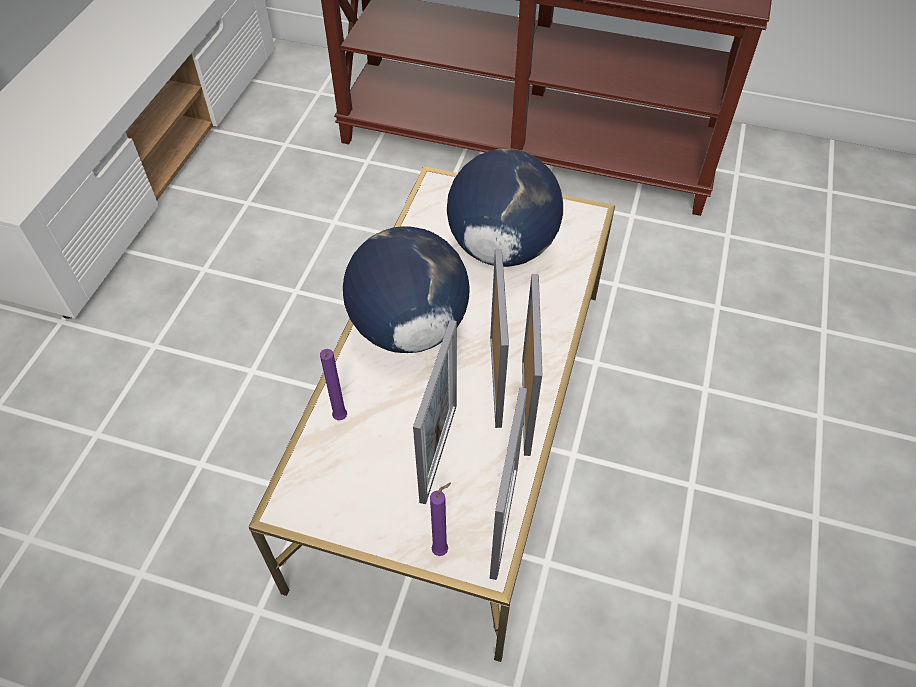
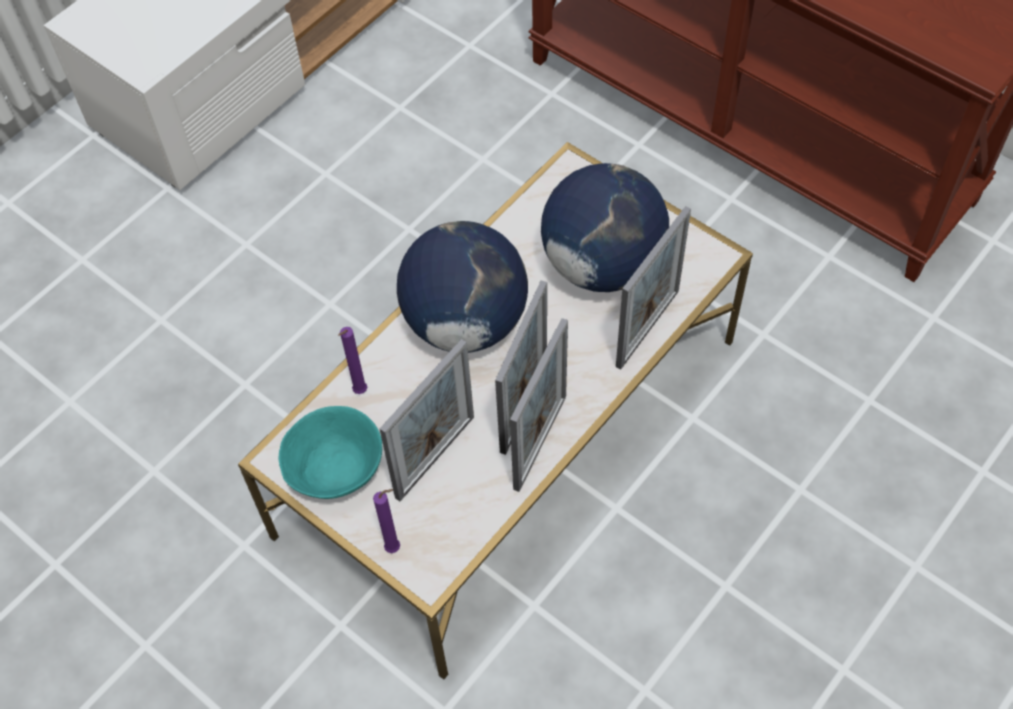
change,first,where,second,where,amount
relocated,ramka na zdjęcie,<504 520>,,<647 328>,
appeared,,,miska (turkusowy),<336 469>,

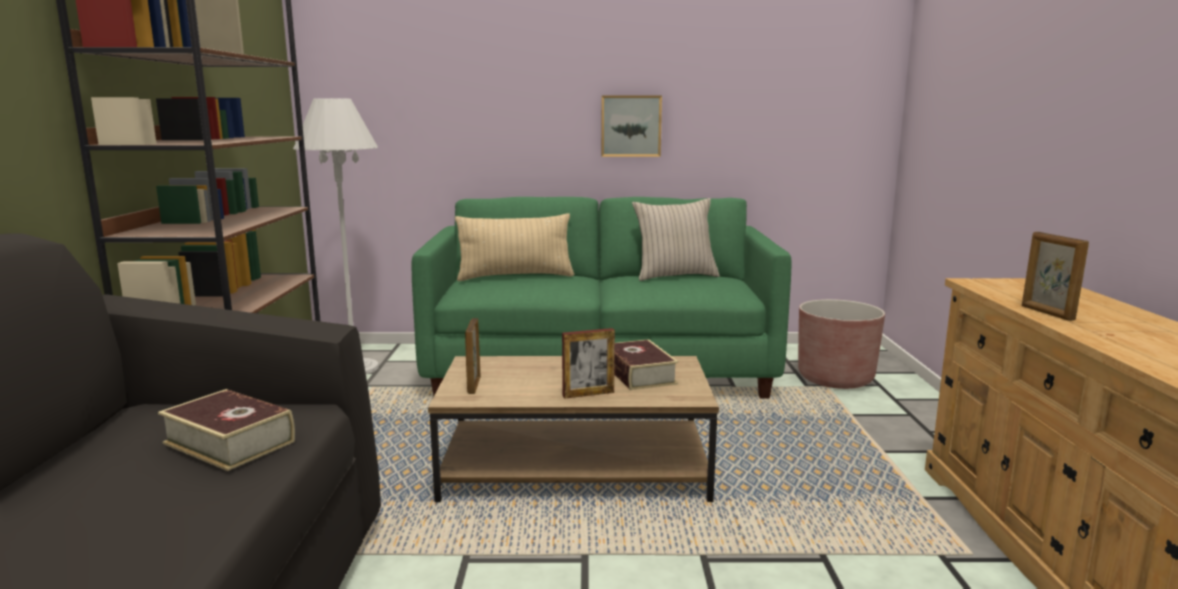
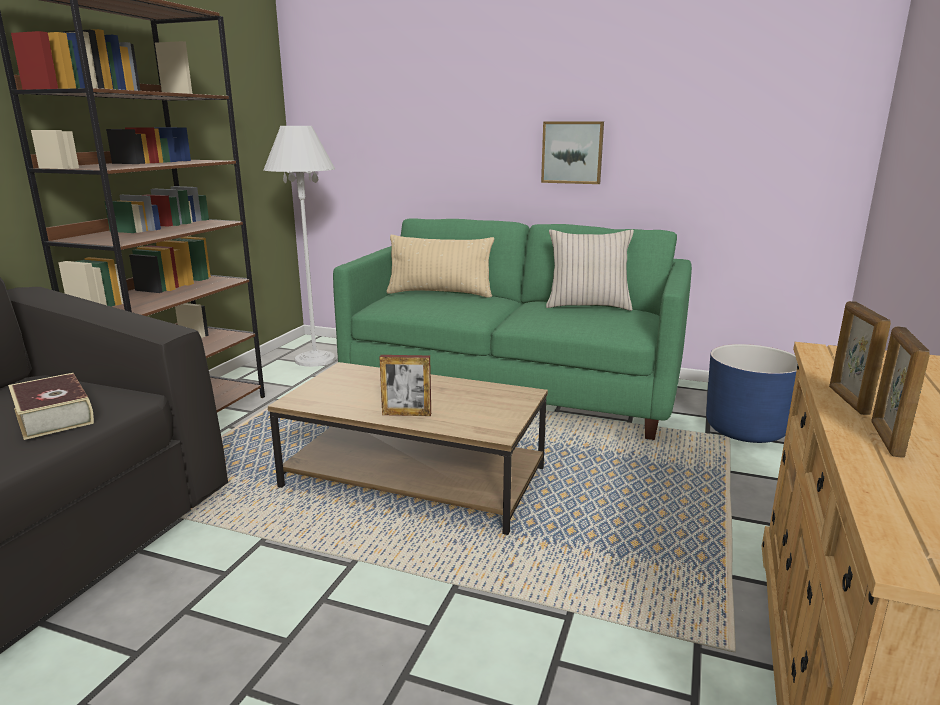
change,first,where,second,where,amount
colour,donica (brązowy),<835 378>,donica (niebieski),<745 429>,
relocated,ramka na zdjęcie,<474 385>,,<886 439>,
missing,książka,<639 374>,,,

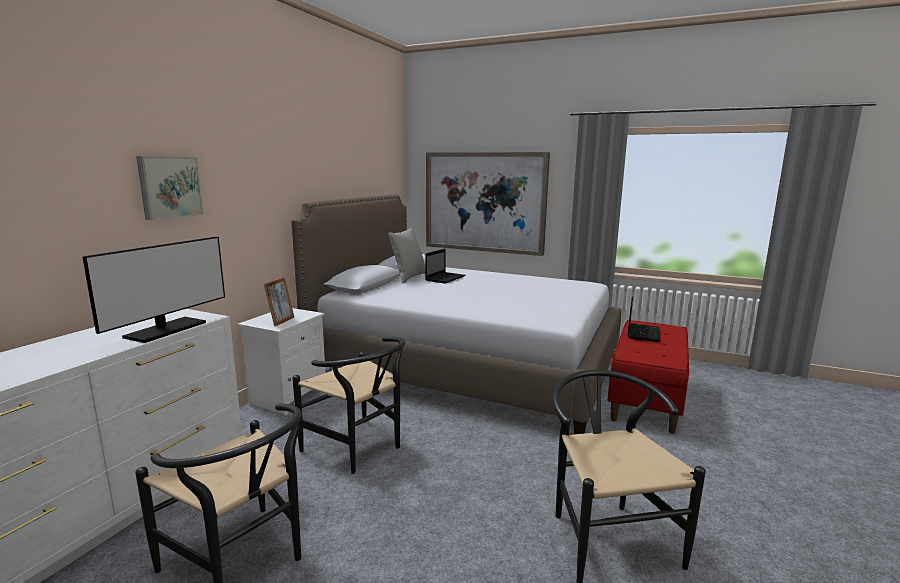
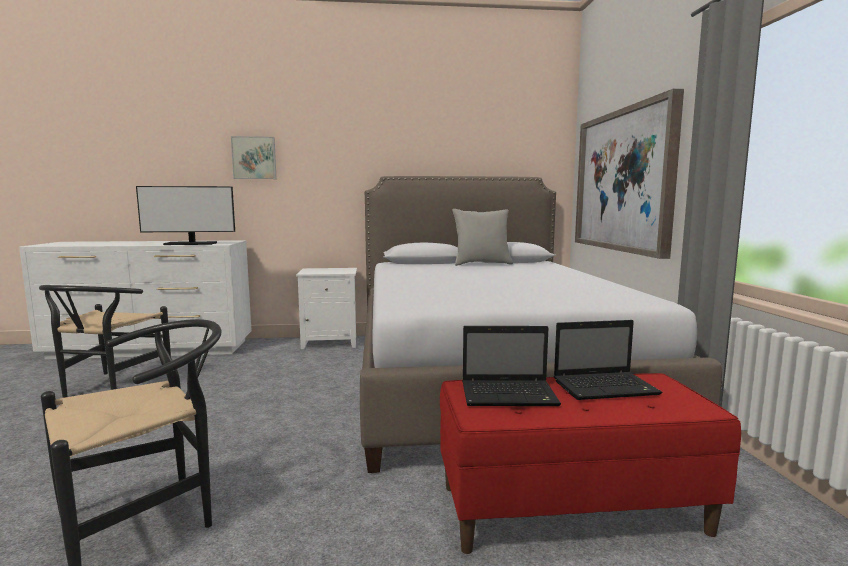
change,first,where,second,where,amount
relocated,laptop,<445 278>,,<510 395>,
missing,ramka na zdjęcie,<281 321>,,,
missing,krzesło (czarny),<359 449>,,,

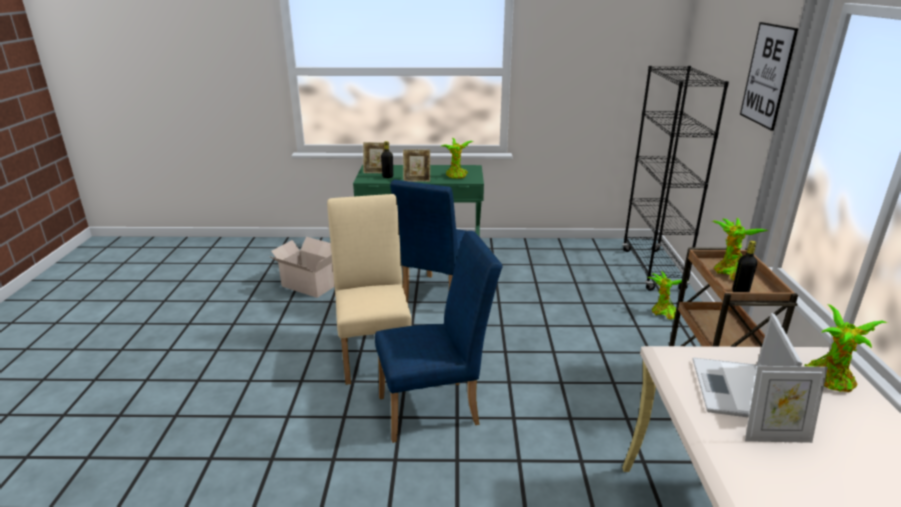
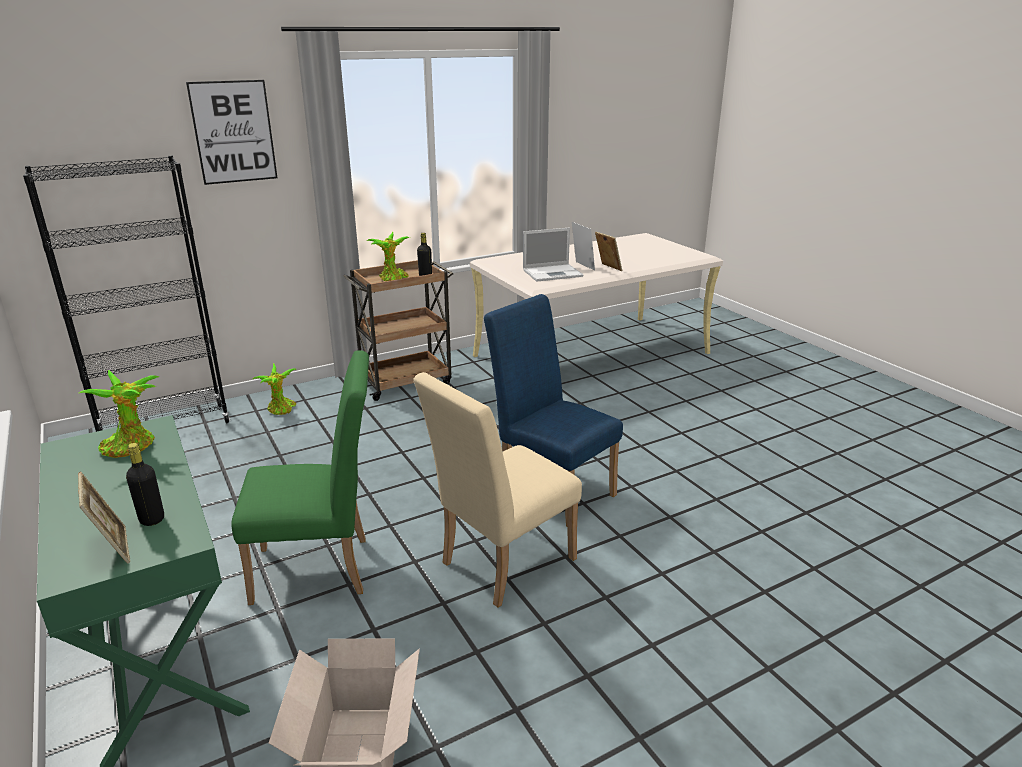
change,first,where,second,where,amount
relocated,ramka na zdjęcie,<417 180>,,<607 268>,
colour,krzesło (niebieski),<436 296>,krzesło (zielony),<321 569>,
missing,roślina doniczkowa,<830 380>,,,

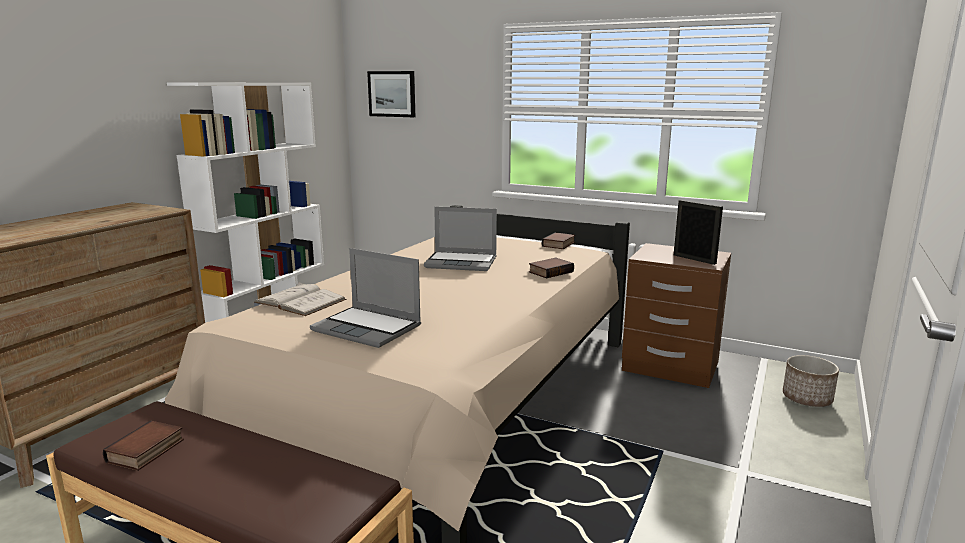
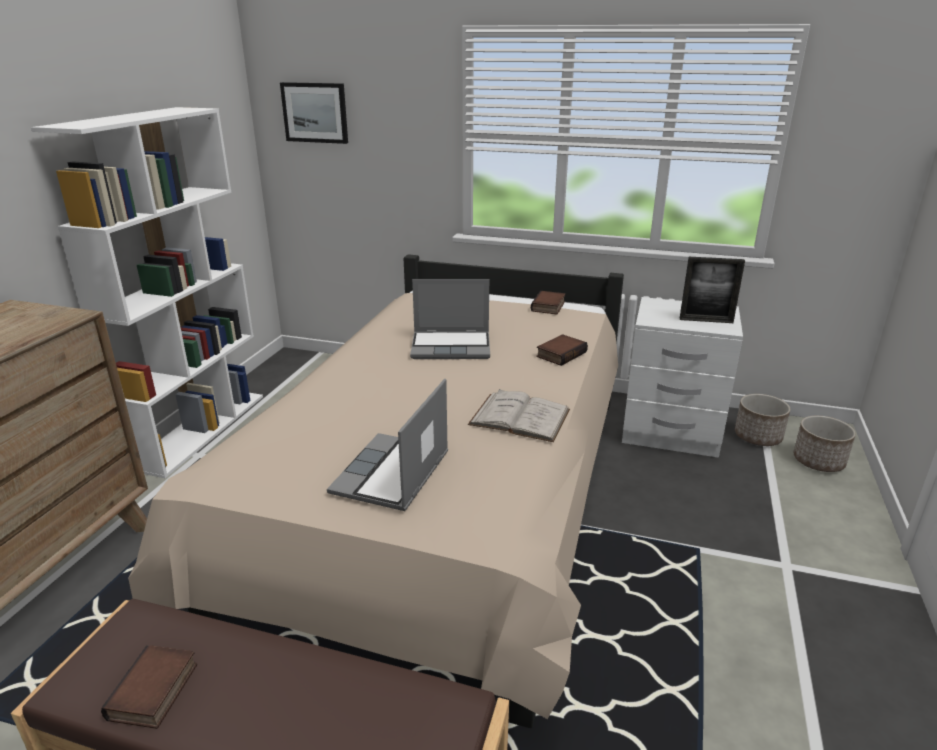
change,first,where,second,where,amount
spun,ramka na zdjęcie,<694 259>,,<706 320>,150 degrees clockwise
colour,szafka nocna (brązowy),<670 367>,szafka nocna (biały),<670 433>,
spun,laptop,<368 328>,,<392 475>,90 degrees clockwise
relocated,książka (biały),<300 301>,,<519 417>,
appeared,,,donica,<758 437>,

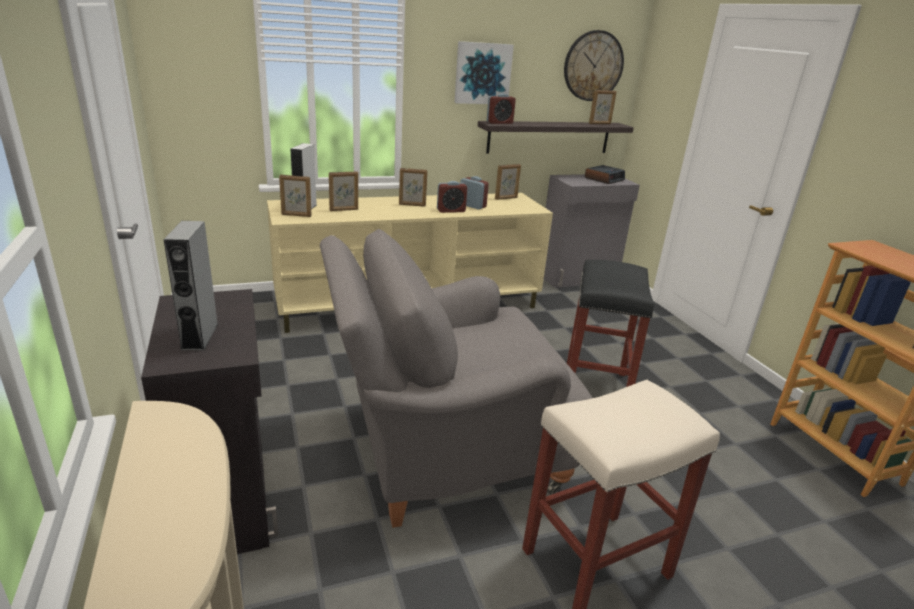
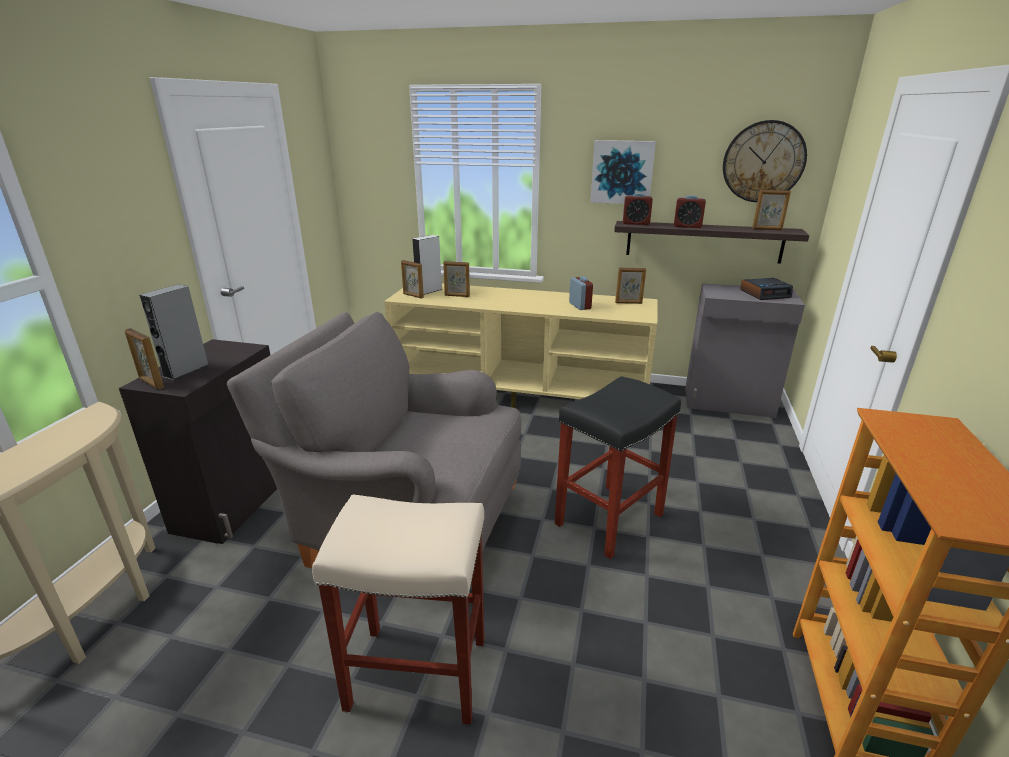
change,first,where,second,where,amount
relocated,ramka na zdjęcie,<412 205>,,<151 383>,
relocated,budzik,<451 210>,,<687 226>,

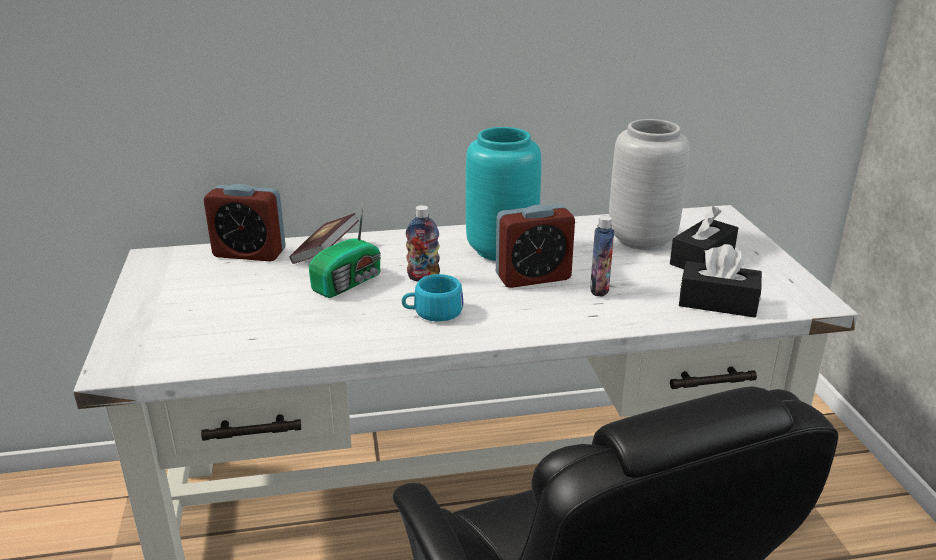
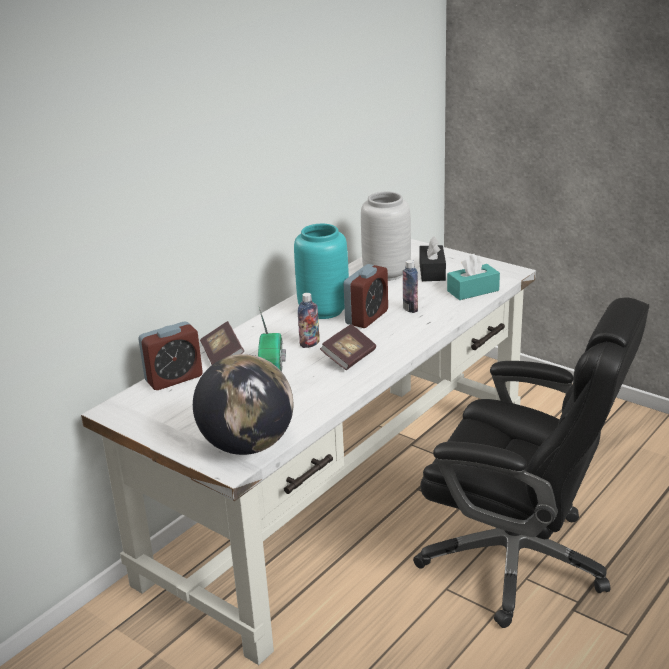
change,first,where,second,where,amount
colour,pudełko chusteczek (czarny),<717 302>,pudełko chusteczek (turkusowy),<473 291>,
exchanged,filiżanka (turkusowy),<432 312>,książka,<349 358>,
appeared,,,globus,<247 445>,

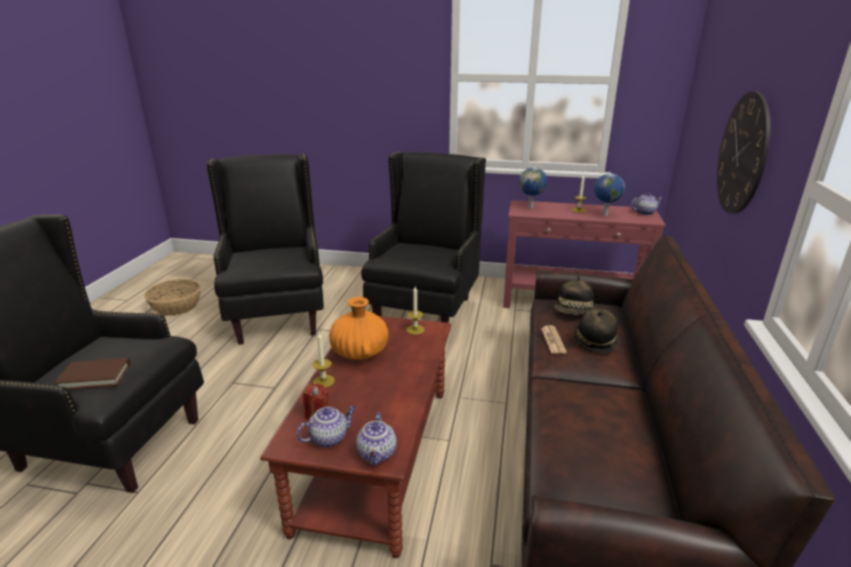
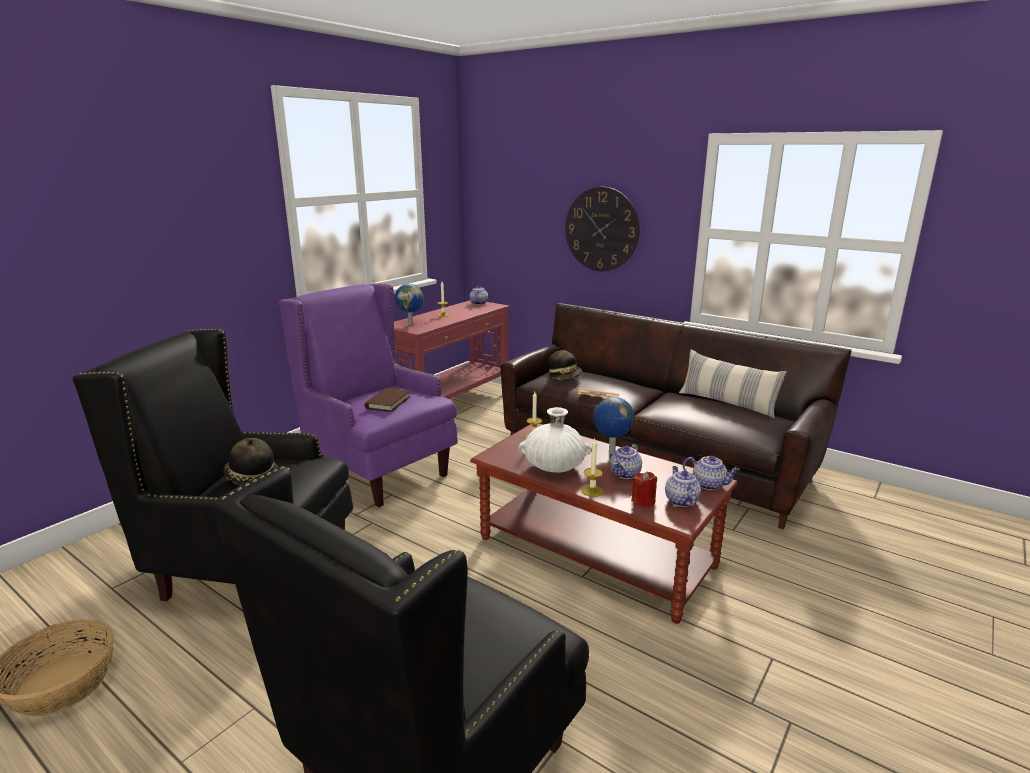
change,first,where,second,where,amount
colour,fotel (czarny),<424 312>,fotel (fioletowy),<380 472>,
relocated,globus,<604 215>,,<611 452>,
colour,wazon (pomarańczowy),<360 353>,wazon (biały),<554 467>,
relocated,kapelusz,<594 342>,,<251 476>,
relocated,książka (brązowy),<95 376>,,<388 402>,
appeared,,,poduszka,<727 403>,
appeared,,,imbryk,<625 474>,

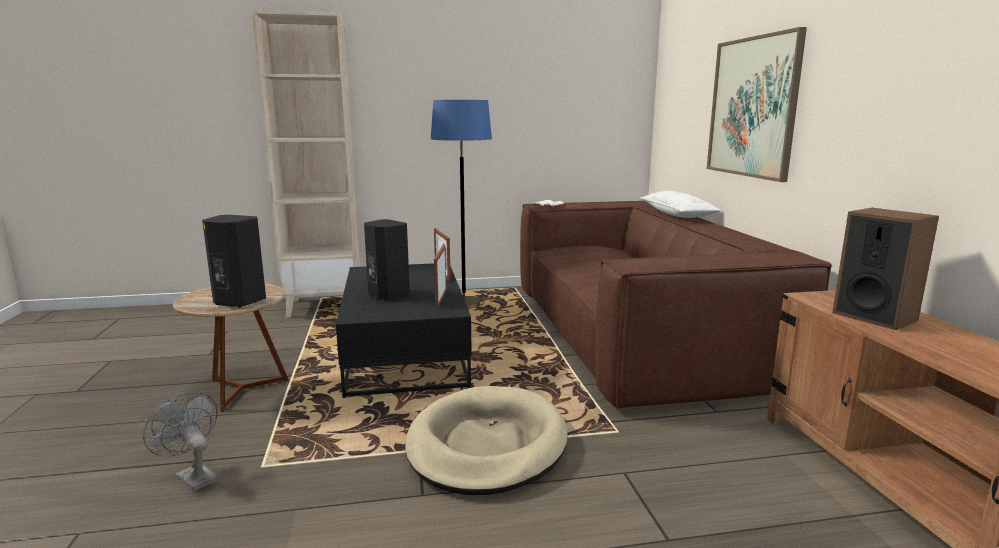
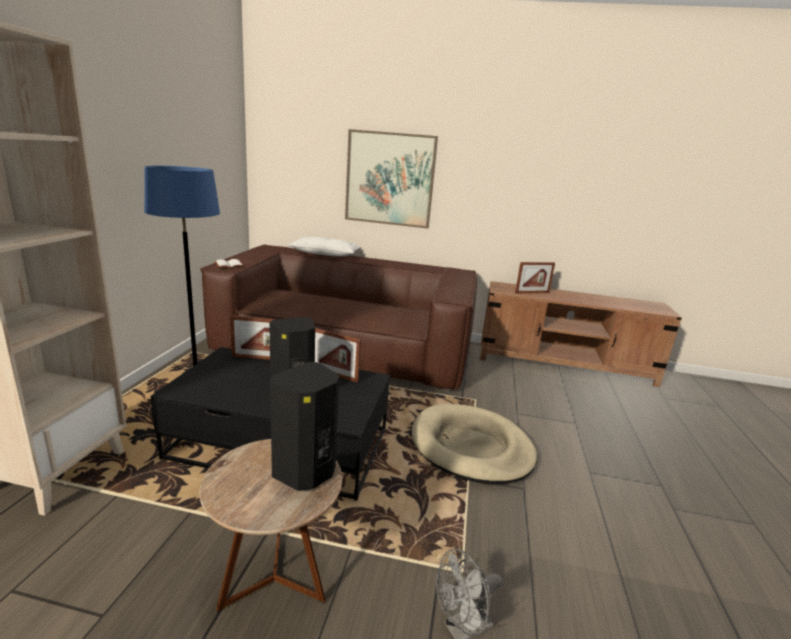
change,first,where,second,where,amount
exchanged,głośnik,<874 316>,ramka na zdjęcie,<532 292>,

